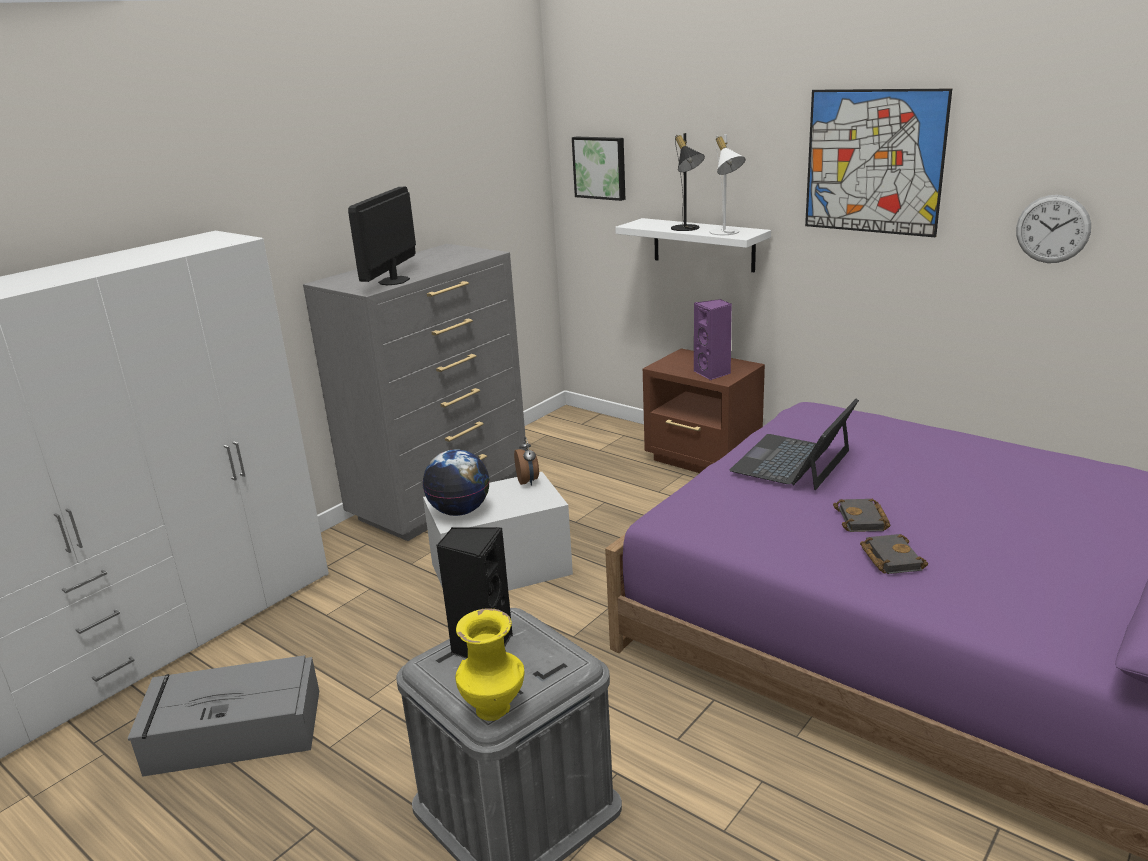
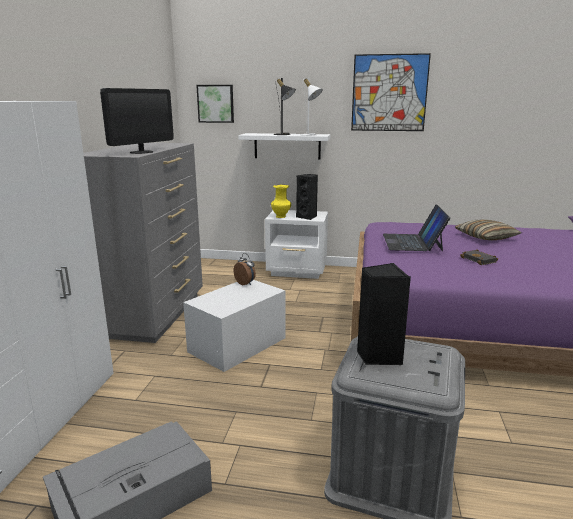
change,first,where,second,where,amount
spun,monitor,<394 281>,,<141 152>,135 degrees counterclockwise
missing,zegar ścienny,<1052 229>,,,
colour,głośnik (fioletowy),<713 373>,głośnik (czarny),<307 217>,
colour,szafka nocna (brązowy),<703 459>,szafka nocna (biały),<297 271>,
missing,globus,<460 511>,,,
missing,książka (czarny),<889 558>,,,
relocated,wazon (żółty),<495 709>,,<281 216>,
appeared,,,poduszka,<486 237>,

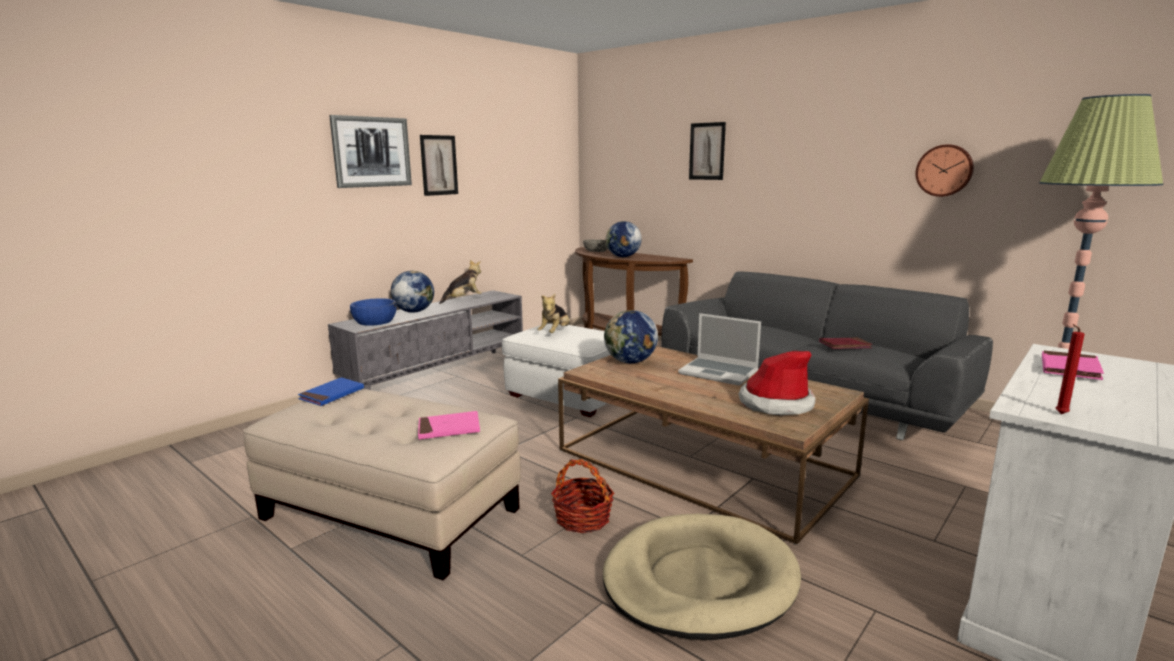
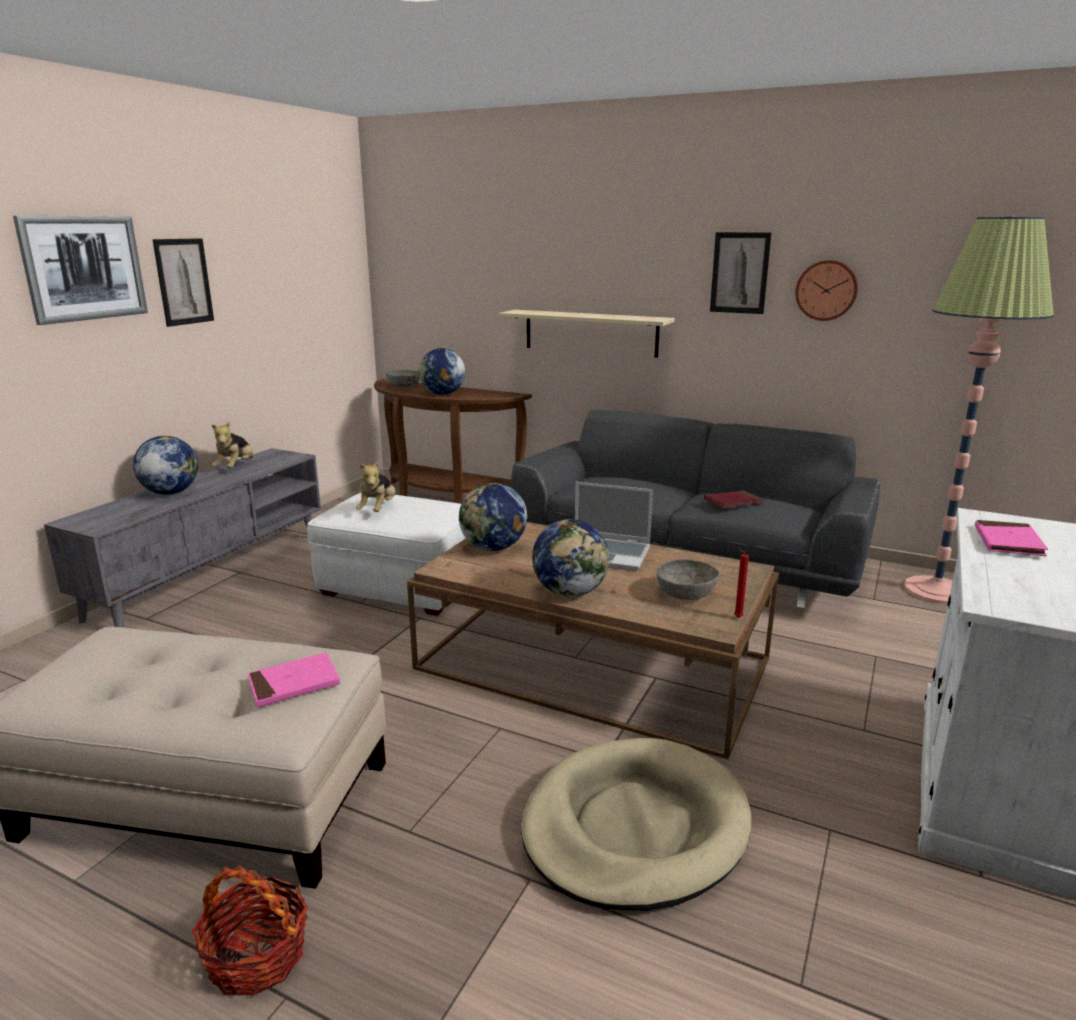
change,first,where,second,where,amount
relocated,obraz,<707 151>,,<740 273>,
spun,pluszak,<463 300>,,<236 467>,150 degrees clockwise
missing,miska (niebieski),<375 321>,,,
relocated,świeca (czerwony),<1059 414>,,<737 618>,
exchanged,kapelusz,<775 403>,miska (szary),<686 593>,
missing,książka (niebieski),<332 394>,,,
relocated,koszyk,<582 519>,,<256 956>,
appeared,,,półka (beżowy),<590 333>,
appeared,,,globus,<570 592>,

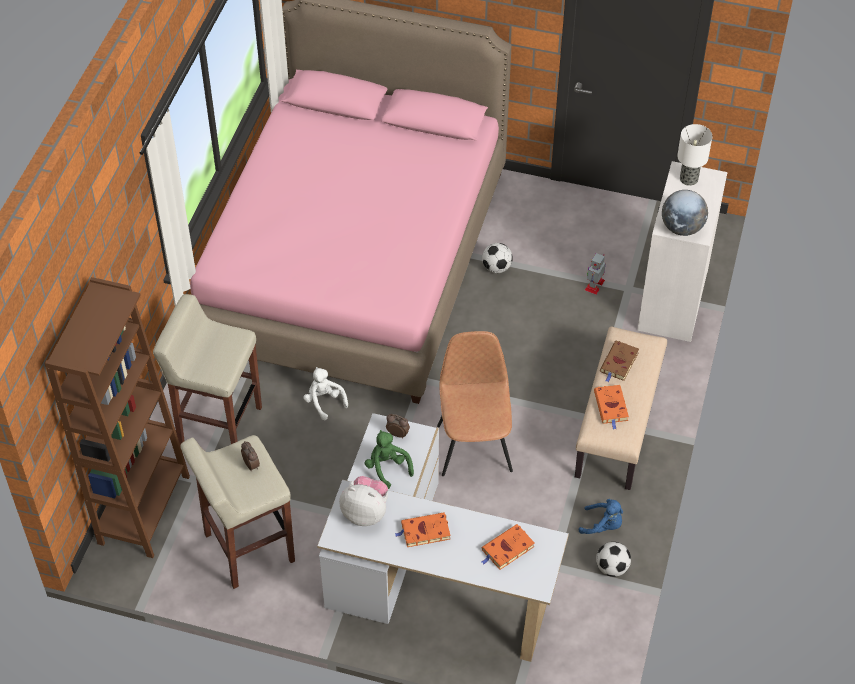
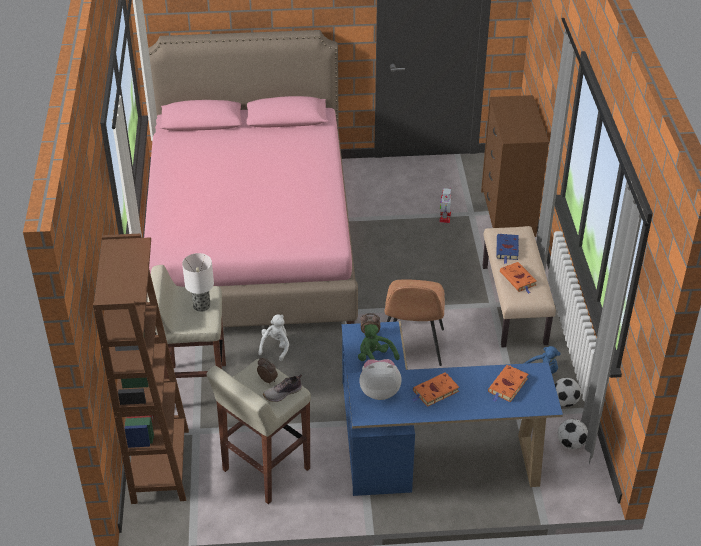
change,first,where,second,where,amount
relocated,lampa stołowa,<688 179>,,<201 306>,
colour,komoda (biały),<672 300>,komoda (brązowy),<507 213>,
missing,globus,<682 228>,,,
relocated,piłka futbolowa,<497 268>,,<571 443>,
spun,krzesło (brązowy),<474 446>,,<412 346>,150 degrees counterclockwise
colour,książka (brązowy),<619 363>,książka (niebieski),<507 249>,
spun,pluszak (biały),<324 402>,,<276 347>,75 degrees clockwise
colour,biurko (biały),<427 577>,biurko (niebieski),<424 449>,
appeared,,,but,<283 393>,

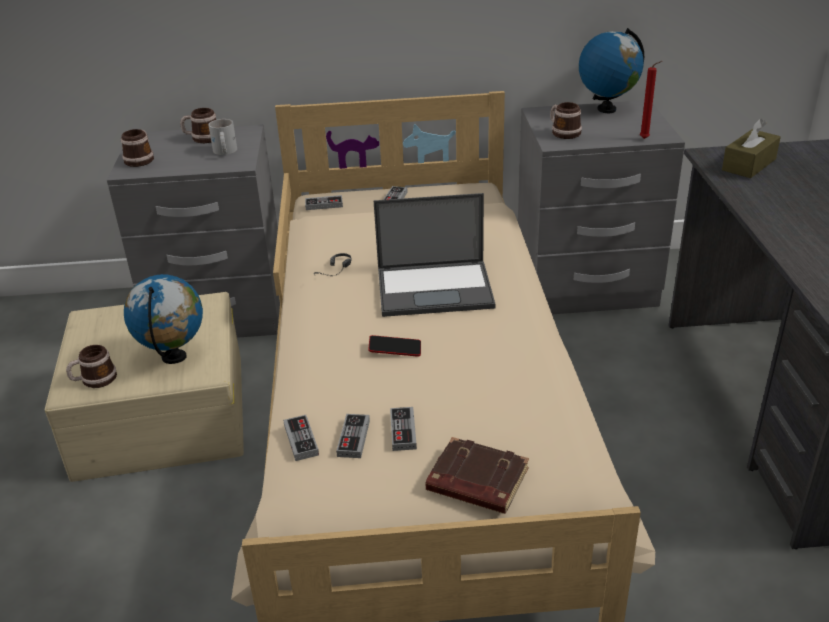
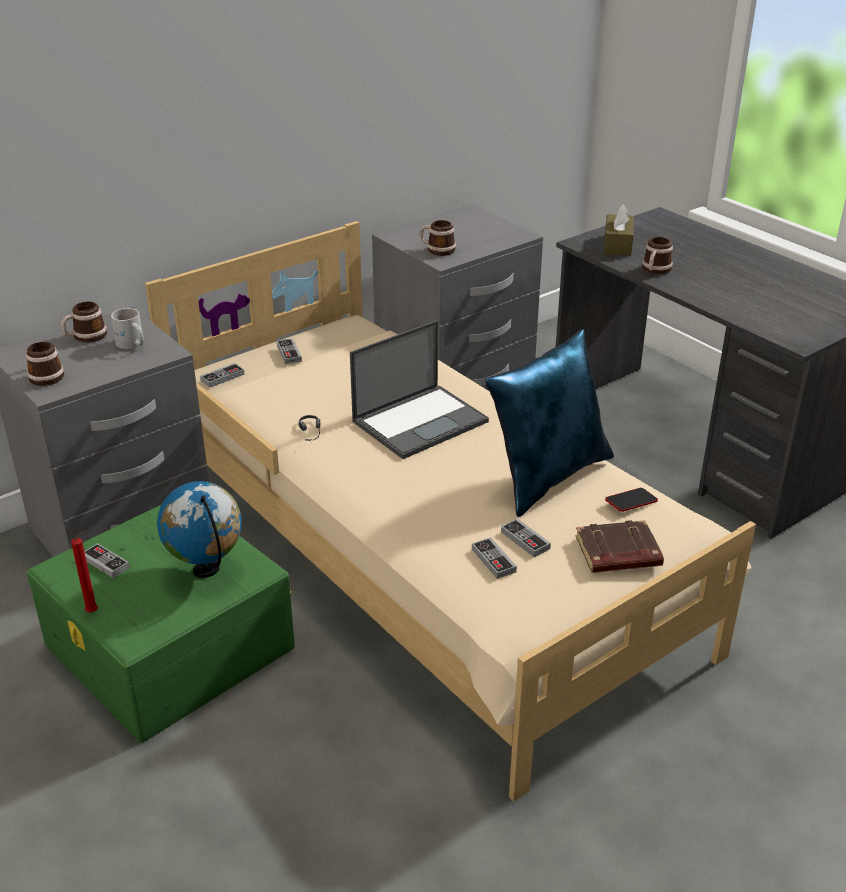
change,first,where,second,where,amount
missing,globus,<606 109>,,,
relocated,świeca (czerwony),<646 139>,,<94 612>,
colour,pojemnik do przechowywania (beżowy),<161 415>,pojemnik do przechowywania (zielony),<170 646>,
relocated,telefon,<395 349>,,<631 503>,
relocated,kubek,<94 380>,,<655 270>,
relocated,pad do gier,<301 440>,,<105 563>,
appeared,,,poduszka (niebieski),<548 476>,

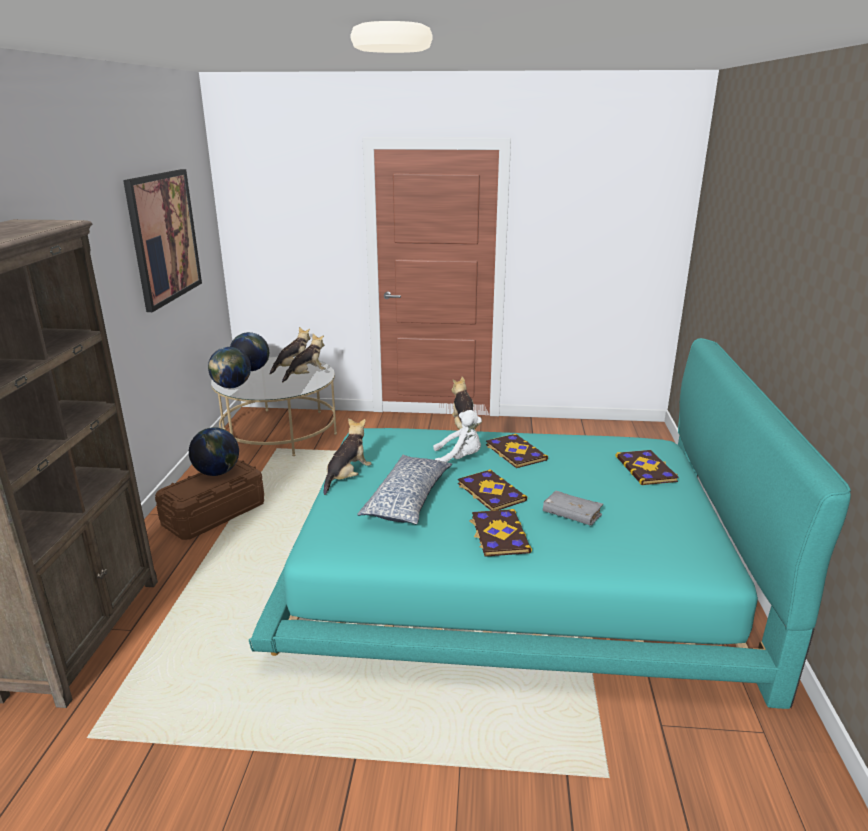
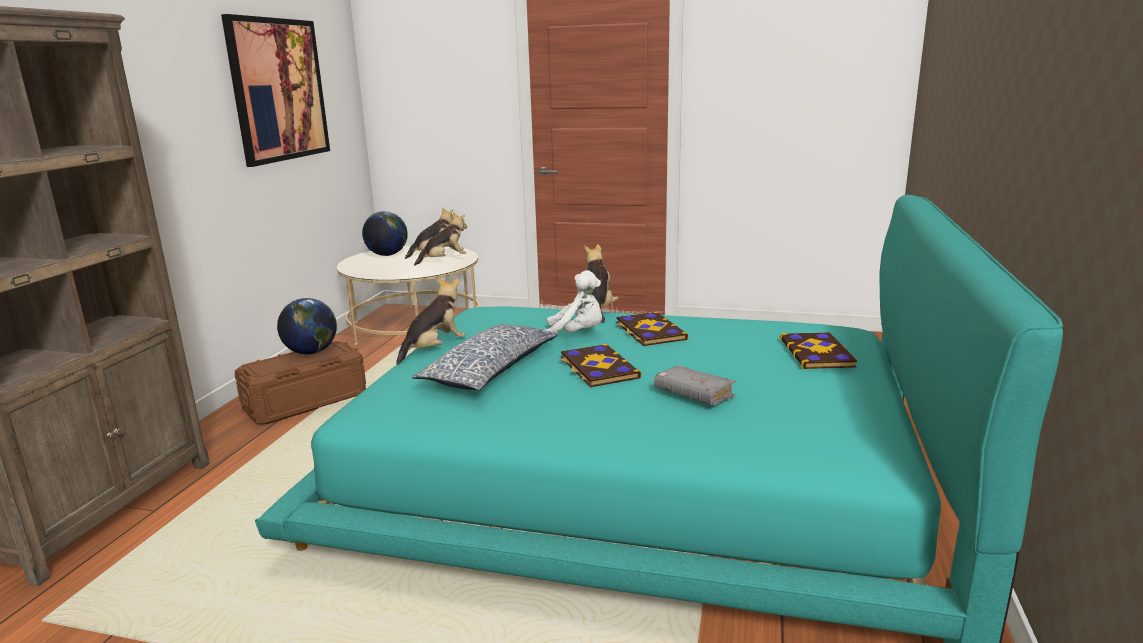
change,first,where,second,where,amount
missing,globus,<232 387>,,,
missing,książka,<499 534>,,,

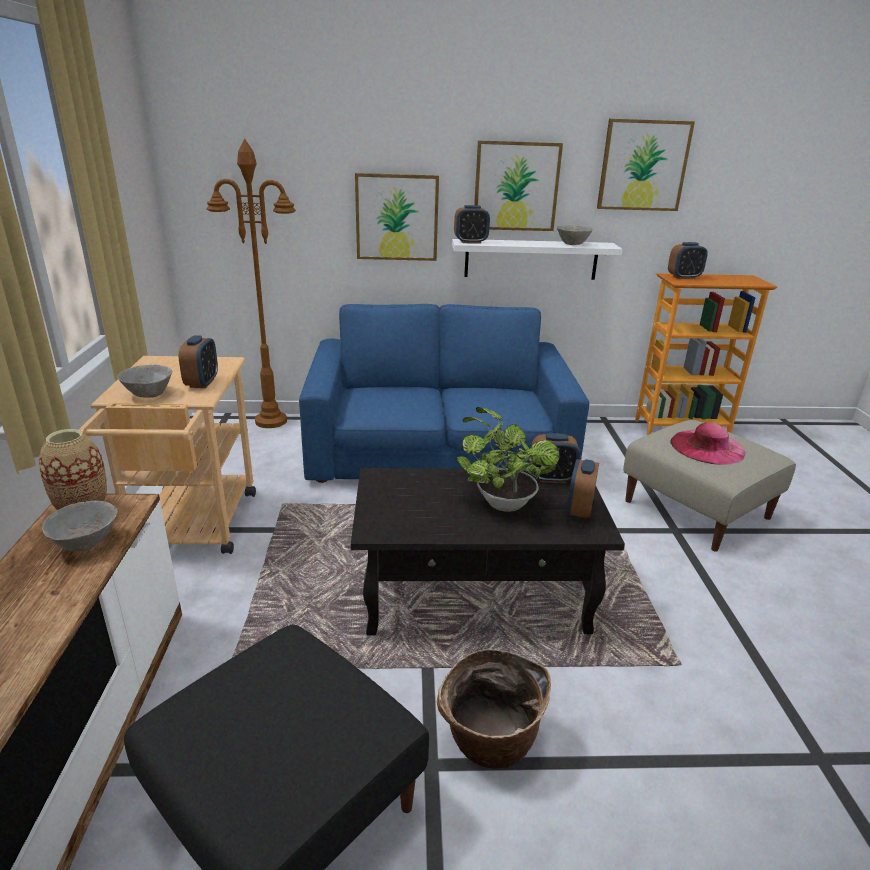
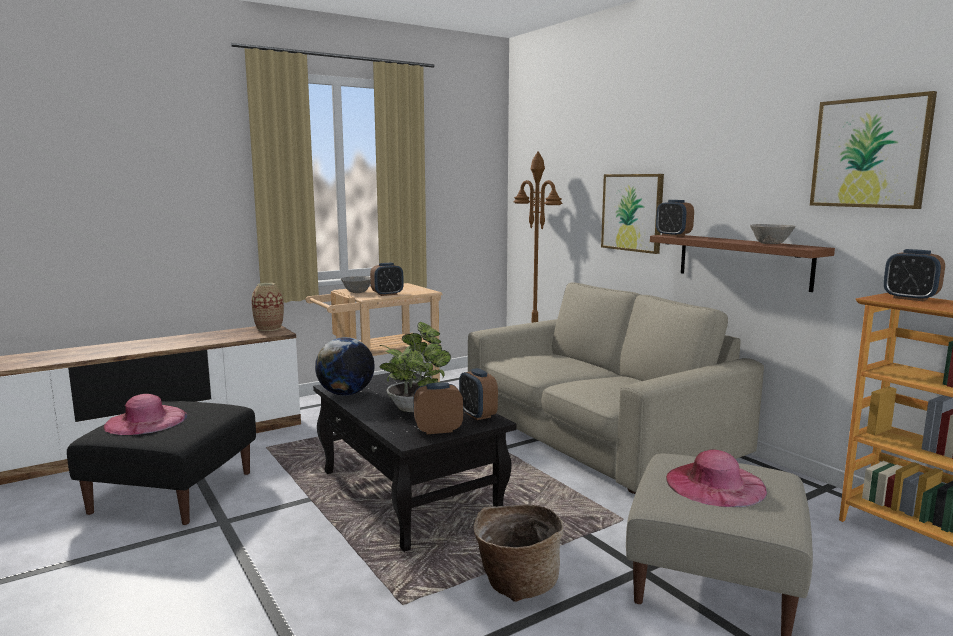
change,first,where,second,where,amount
missing,obraz,<516 186>,,,
colour,półka (biały),<531 259>,półka (brązowy),<742 261>,
colour,kanapa (niebieski),<439 449>,kanapa (beżowy),<596 432>,
missing,miska (szary),<87 542>,,,
relocated,koszyk,<488 742>,,<516 583>,
appeared,,,globus,<346 394>,
appeared,,,kapelusz (różowy),<146 420>,

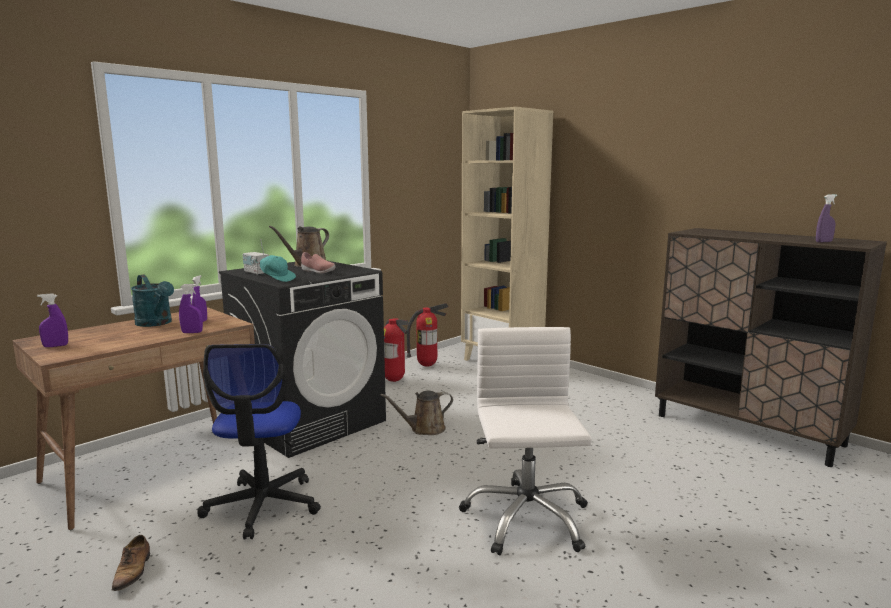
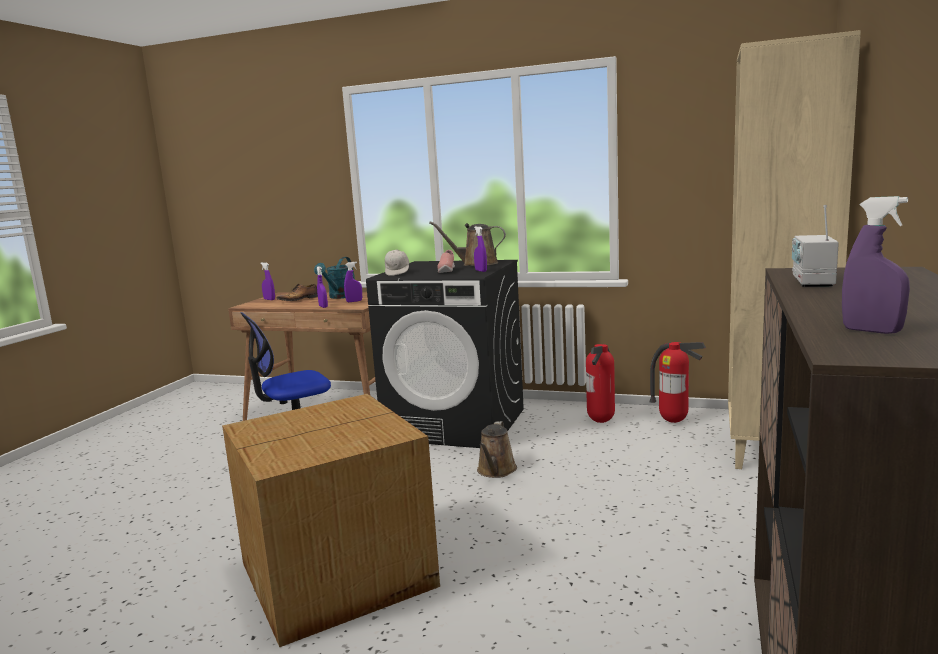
change,first,where,second,where,amount
relocated,radio,<256 273>,,<812 282>,
colour,czapka z daszkiem (turkusowy),<277 279>,czapka z daszkiem (biały),<397 272>,
exchanged,krzesło biurowe (biały),<525 518>,karton,<340 575>,
spun,konewka (brązowy),<424 429>,,<496 471>,120 degrees counterclockwise
relocated,but,<133 571>,,<299 299>,
appeared,,,spryskiwacz (fioletowy),<481 271>,

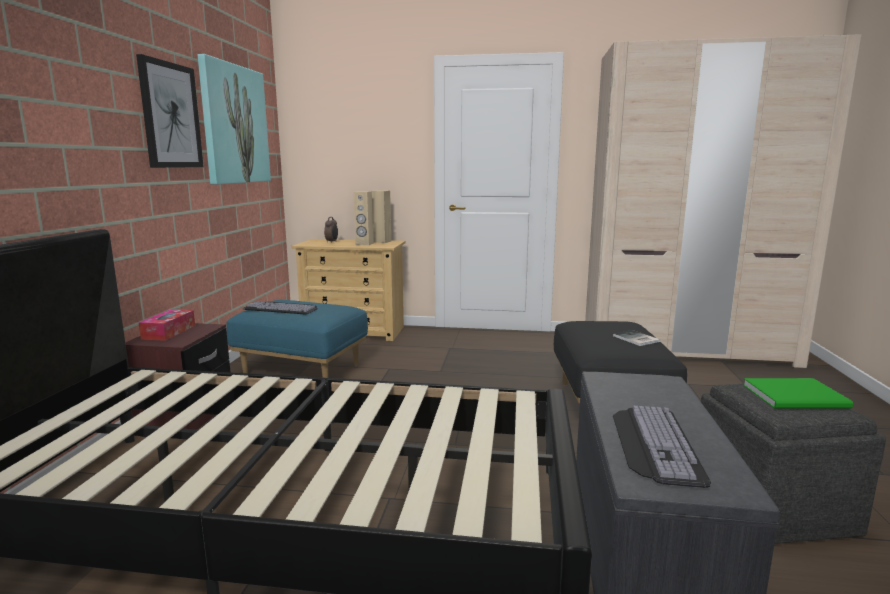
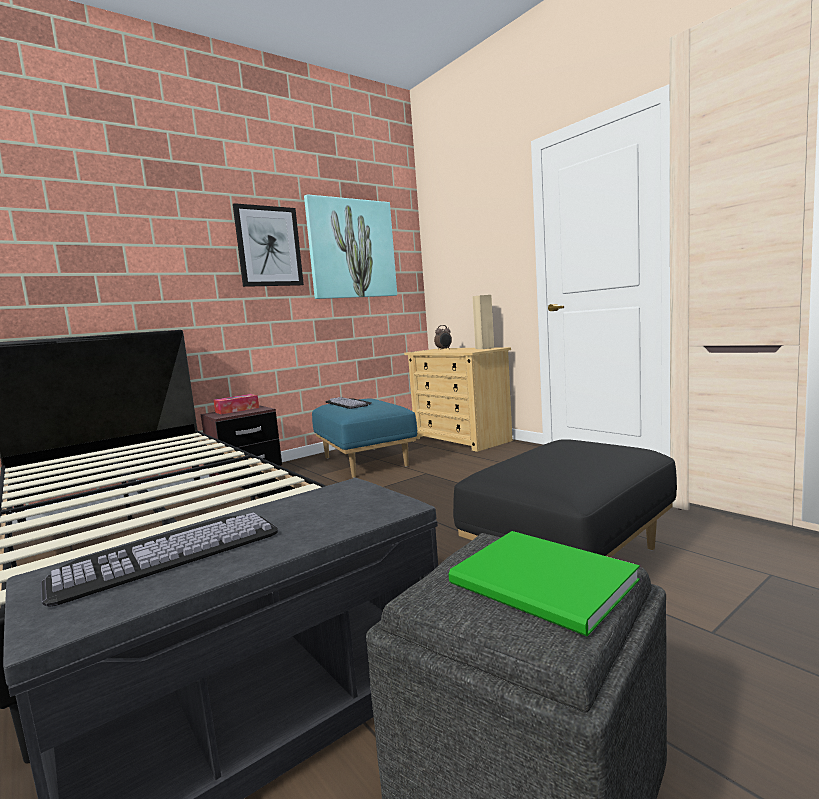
change,first,where,second,where,amount
missing,głośnik (beżowy),<364 244>,,,
missing,książka,<636 339>,,,

